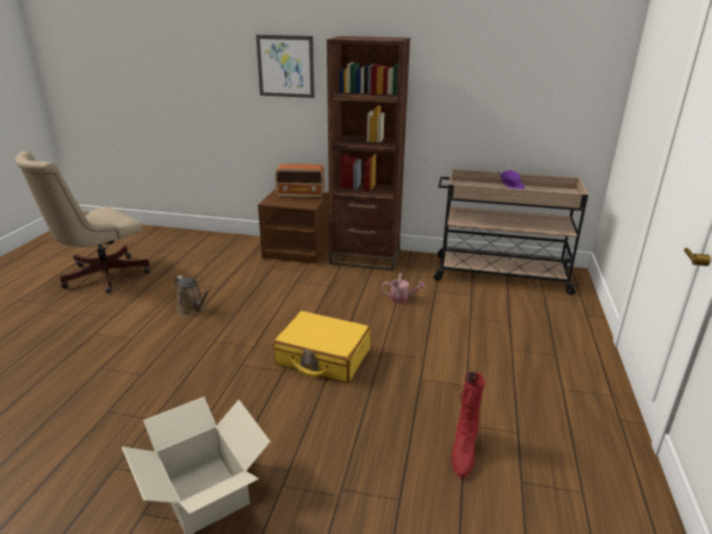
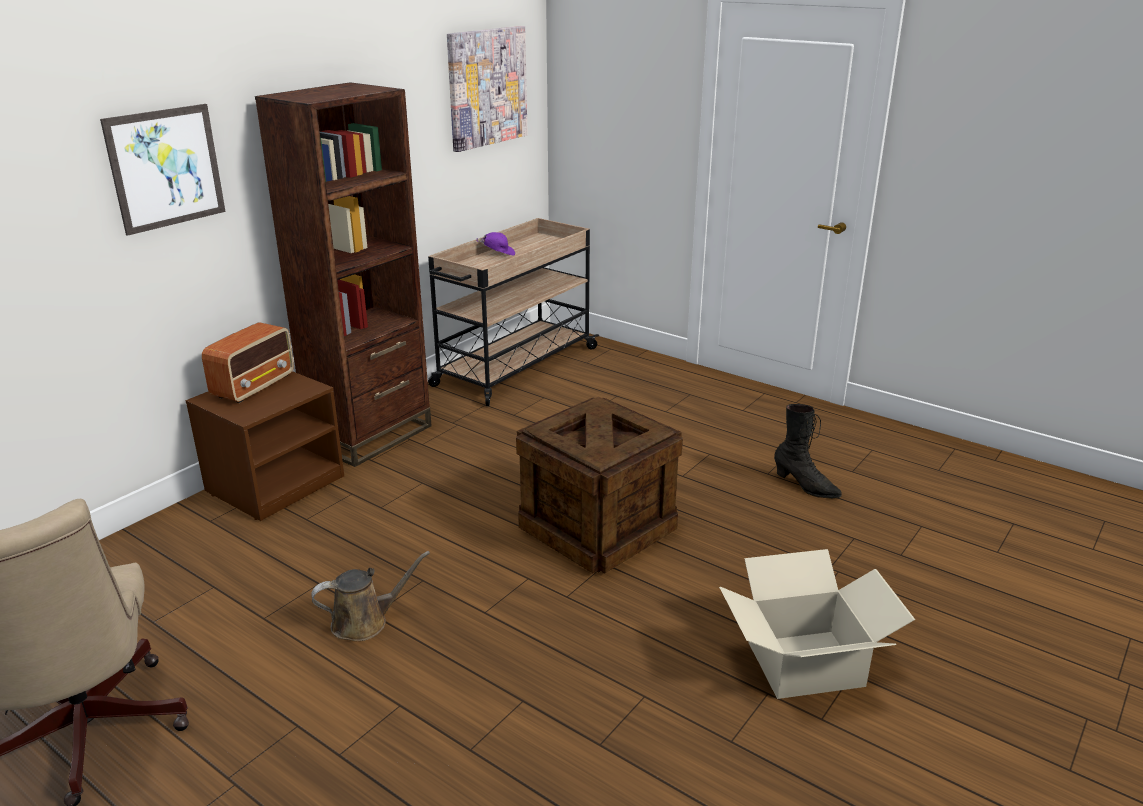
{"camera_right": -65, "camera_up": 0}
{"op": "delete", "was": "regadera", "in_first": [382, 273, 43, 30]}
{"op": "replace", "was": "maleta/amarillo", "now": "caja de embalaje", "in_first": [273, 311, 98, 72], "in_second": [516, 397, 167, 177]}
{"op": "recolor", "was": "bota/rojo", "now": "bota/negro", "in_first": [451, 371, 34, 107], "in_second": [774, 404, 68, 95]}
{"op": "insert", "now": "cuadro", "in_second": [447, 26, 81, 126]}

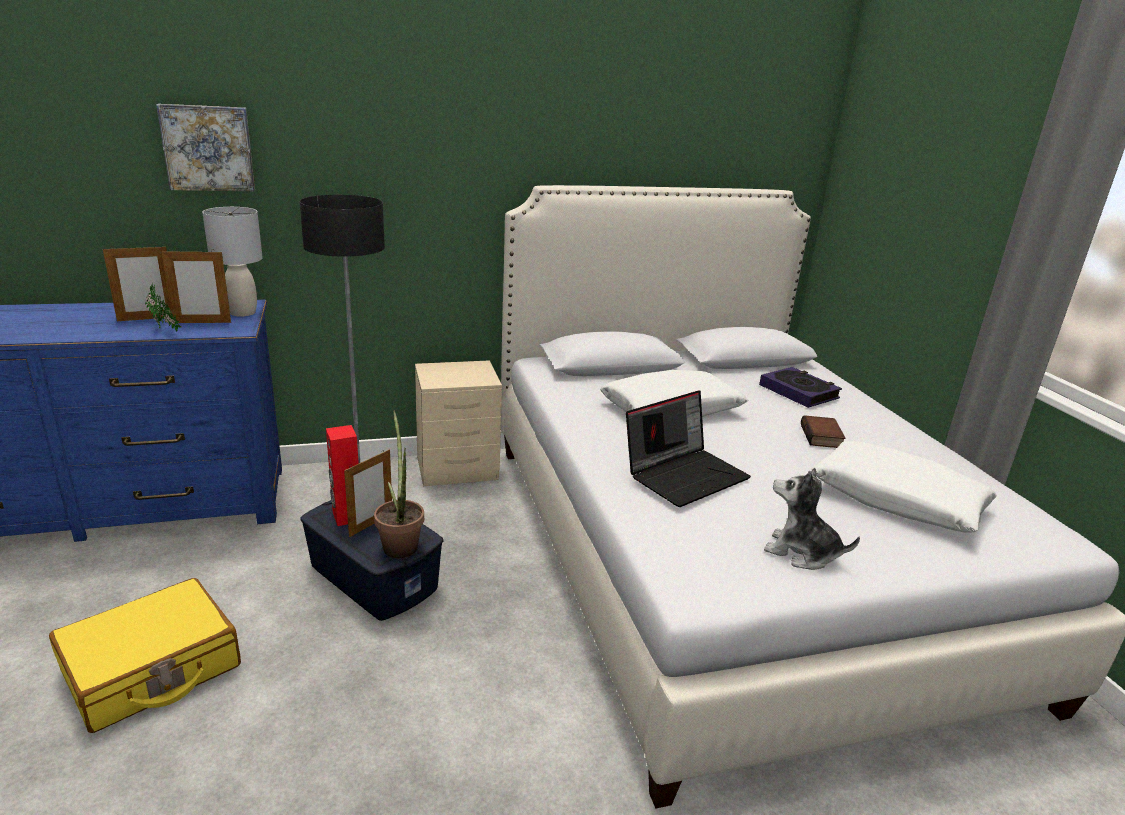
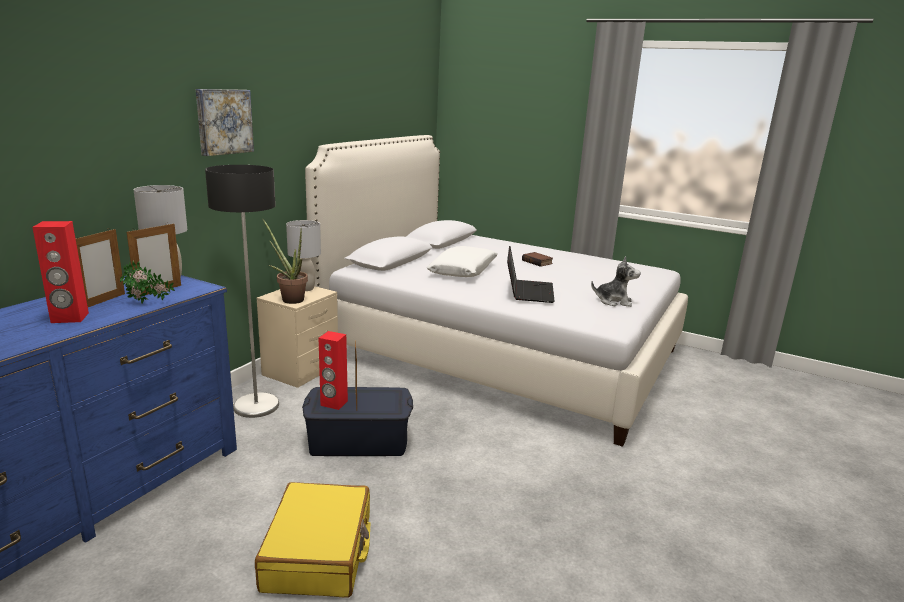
{"camera_right": -45, "camera_up": -5}
{"op": "move", "was": "cuadro", "in_first": [156, 104, 99, 87], "in_second": [196, 89, 58, 67]}
{"op": "delete", "was": "libro", "in_first": [759, 367, 83, 41]}
{"op": "move", "was": "planta en maceta", "in_first": [374, 410, 50, 148], "in_second": [263, 219, 45, 85]}
{"op": "delete", "was": "cojín/blanco", "in_first": [812, 441, 185, 92]}
{"op": "rotate", "was": "peluche", "in_first": [764, 468, 96, 102], "in_second": [591, 256, 50, 51], "clockwise": -150}
{"op": "insert", "now": "lámpara de mesa/gris", "in_second": [286, 220, 35, 71]}
{"op": "insert", "now": "altavoz/rojo", "in_second": [32, 221, 57, 102]}

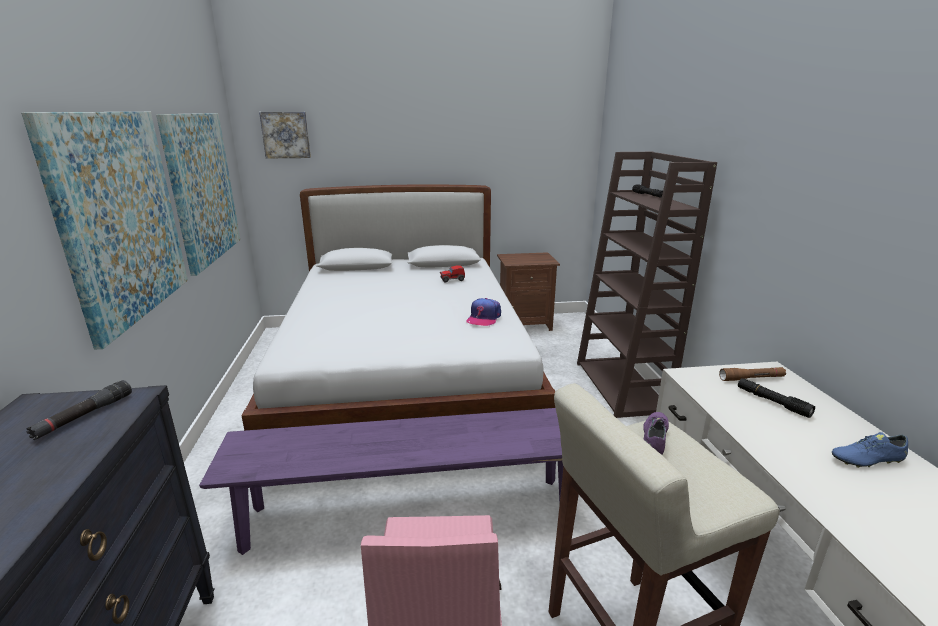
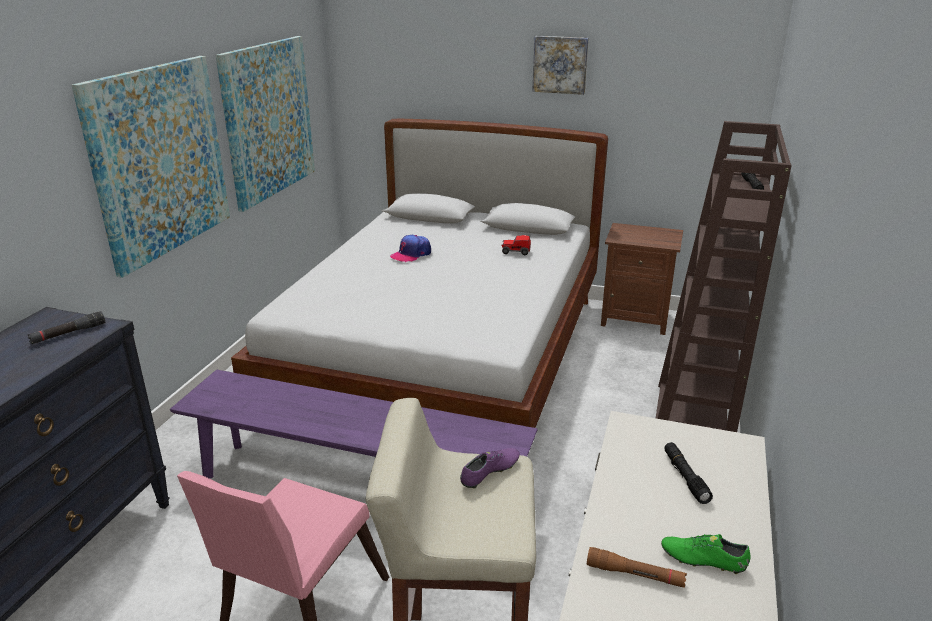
{"camera_right": 25, "camera_up": 5}
{"op": "move", "was": "cuadro", "in_first": [259, 112, 52, 47], "in_second": [532, 36, 57, 59]}
{"op": "move", "was": "gorra", "in_first": [466, 298, 35, 28], "in_second": [390, 235, 41, 28]}
{"op": "move", "was": "linterna/marrón", "in_first": [719, 367, 67, 14], "in_second": [587, 547, 100, 41]}
{"op": "recolor", "was": "zapato/azul", "now": "zapato/verde", "in_first": [832, 432, 76, 36], "in_second": [661, 534, 90, 40]}

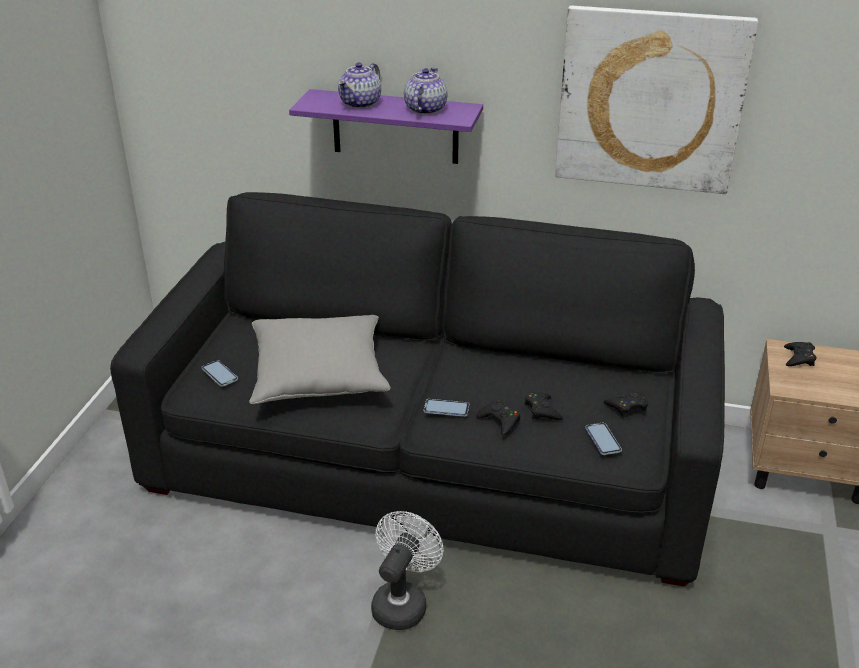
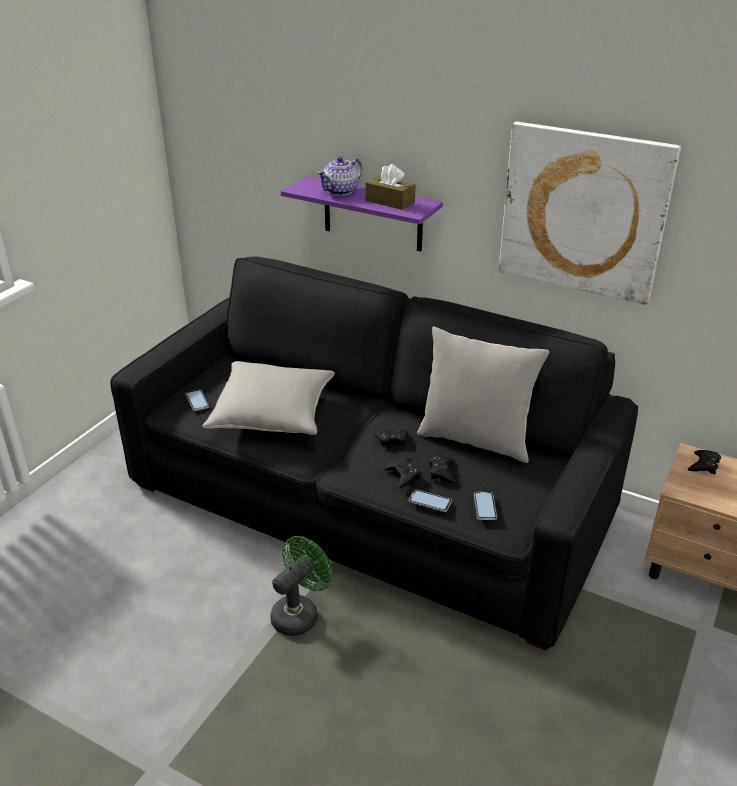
{"camera_right": 15, "camera_up": 0}
{"op": "replace", "was": "tetera", "now": "caja de pañuelos/marrón", "in_first": [404, 67, 43, 48], "in_second": [366, 164, 50, 46]}
{"op": "move", "was": "mando de consola/negro", "in_first": [604, 392, 44, 25], "in_second": [374, 429, 34, 18]}
{"op": "move", "was": "móvil", "in_first": [424, 399, 45, 18], "in_second": [409, 489, 43, 23]}
{"op": "recolor", "was": "ventilador/blanco", "now": "ventilador/verde", "in_first": [371, 511, 73, 119], "in_second": [270, 536, 63, 100]}
{"op": "insert", "now": "cojín/gris", "in_second": [417, 326, 132, 137]}

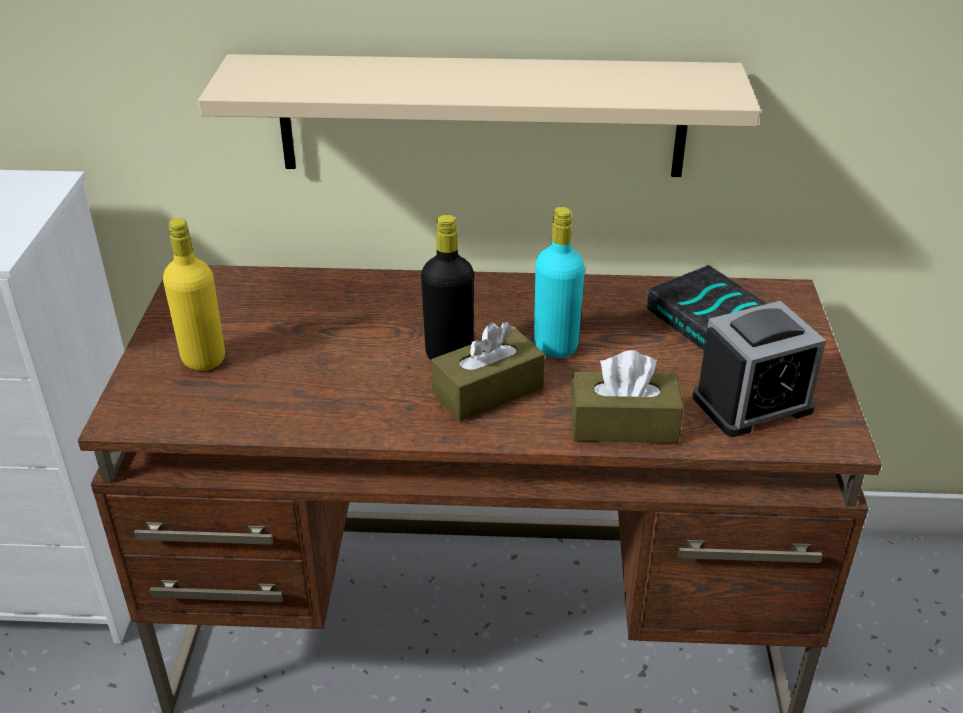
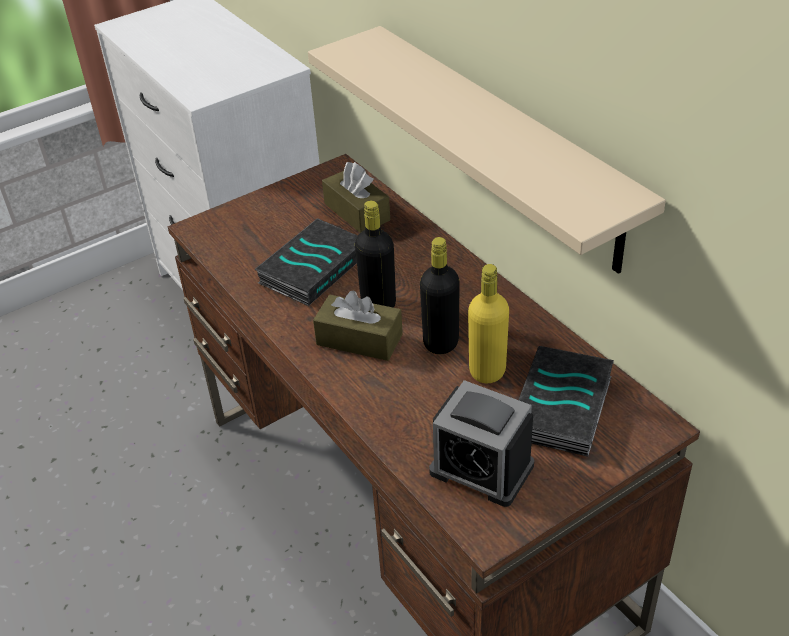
{"camera_right": 55, "camera_up": 5}
{"op": "recolor", "was": "botella/turquesa", "now": "botella/negro", "in_first": [534, 207, 51, 151], "in_second": [420, 237, 40, 117]}
{"op": "move", "was": "botella/amarillo", "in_first": [163, 218, 62, 153], "in_second": [468, 264, 41, 119]}
{"op": "move", "was": "caja de pañuelos/marrón", "in_first": [571, 350, 113, 93], "in_second": [322, 162, 68, 71]}
{"op": "insert", "now": "libro", "in_second": [254, 218, 104, 88]}

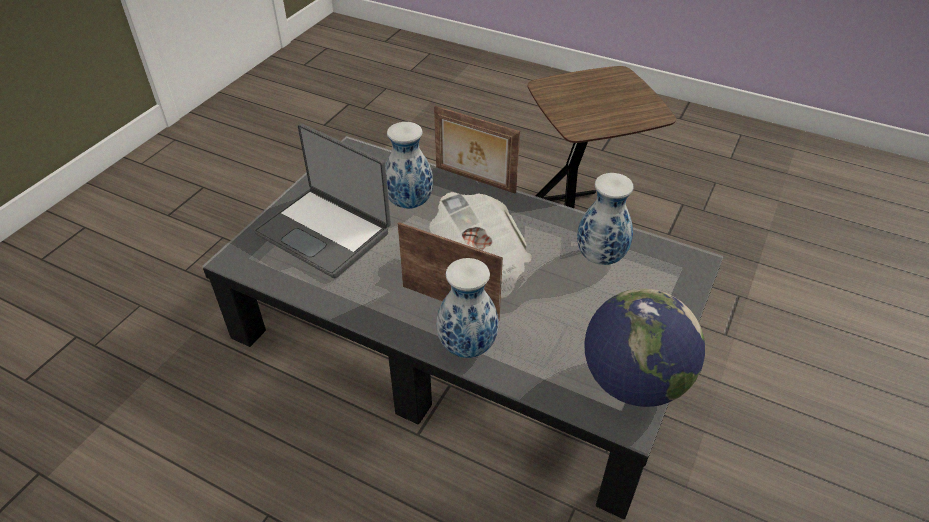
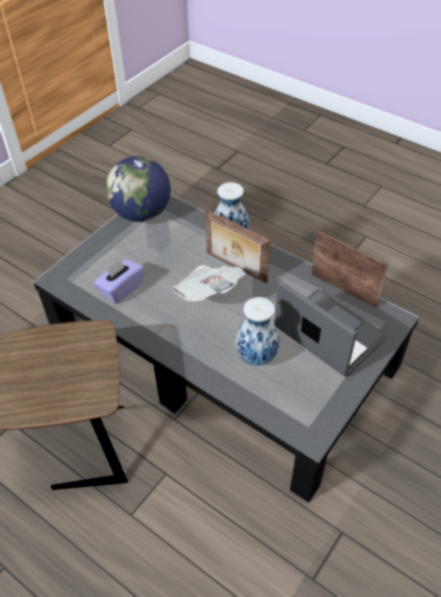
{"camera_right": -170, "camera_up": 5}
{"op": "move", "was": "portarretratos", "in_first": [434, 106, 86, 87], "in_second": [311, 231, 77, 77]}
{"op": "replace", "was": "florero", "now": "caja de pañuelos/morado", "in_first": [577, 173, 57, 92], "in_second": [94, 258, 50, 46]}

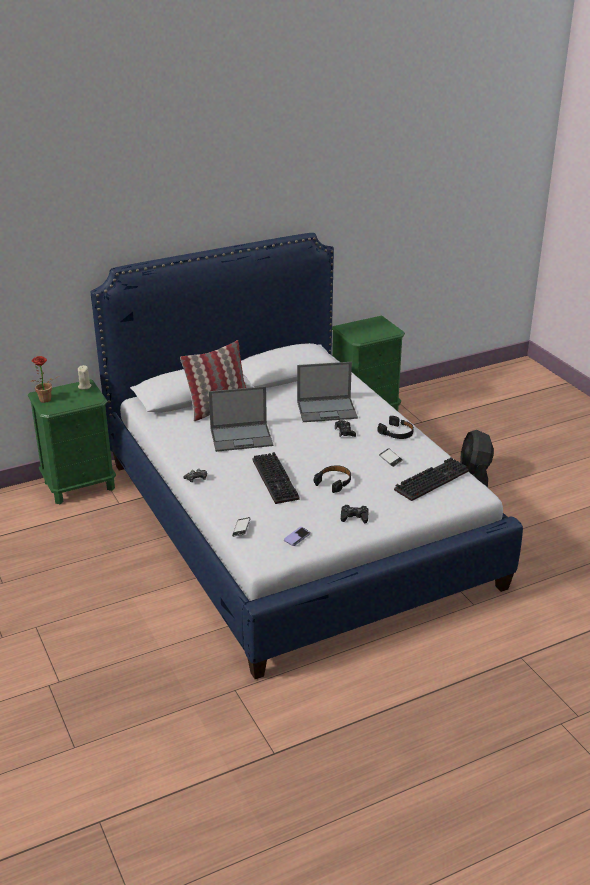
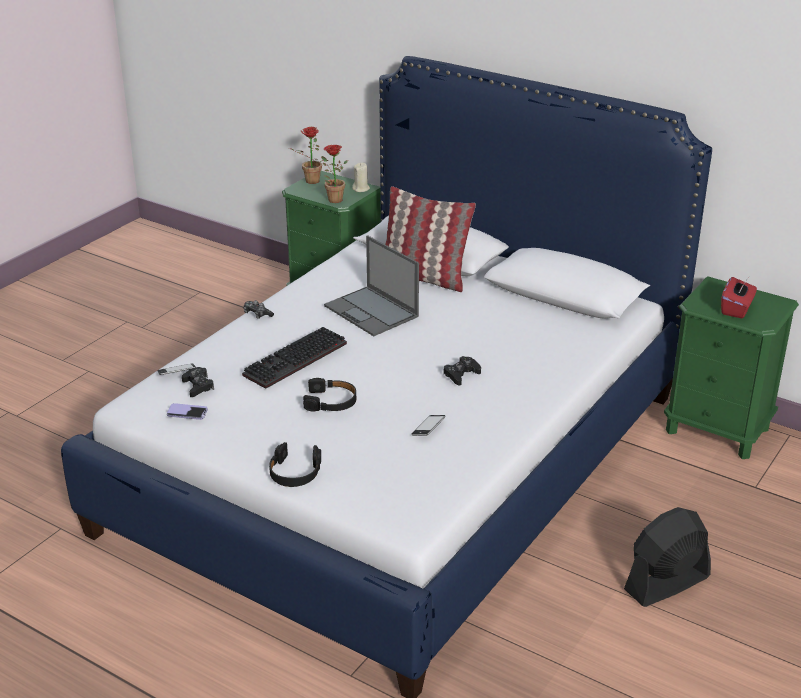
{"camera_right": 60, "camera_up": 0}
{"op": "delete", "was": "portátil", "in_first": [297, 362, 61, 60]}
{"op": "move", "was": "auriculares/negro", "in_first": [377, 416, 37, 23], "in_second": [269, 442, 52, 45]}
{"op": "delete", "was": "teclado", "in_first": [394, 457, 75, 44]}
{"op": "move", "was": "mando de consola/negro", "in_first": [341, 505, 28, 18], "in_second": [182, 367, 32, 30]}
{"op": "insert", "now": "planta en maceta", "in_second": [321, 145, 27, 58]}
{"op": "insert", "now": "caja de pañuelos/rojo", "in_second": [721, 277, 36, 41]}

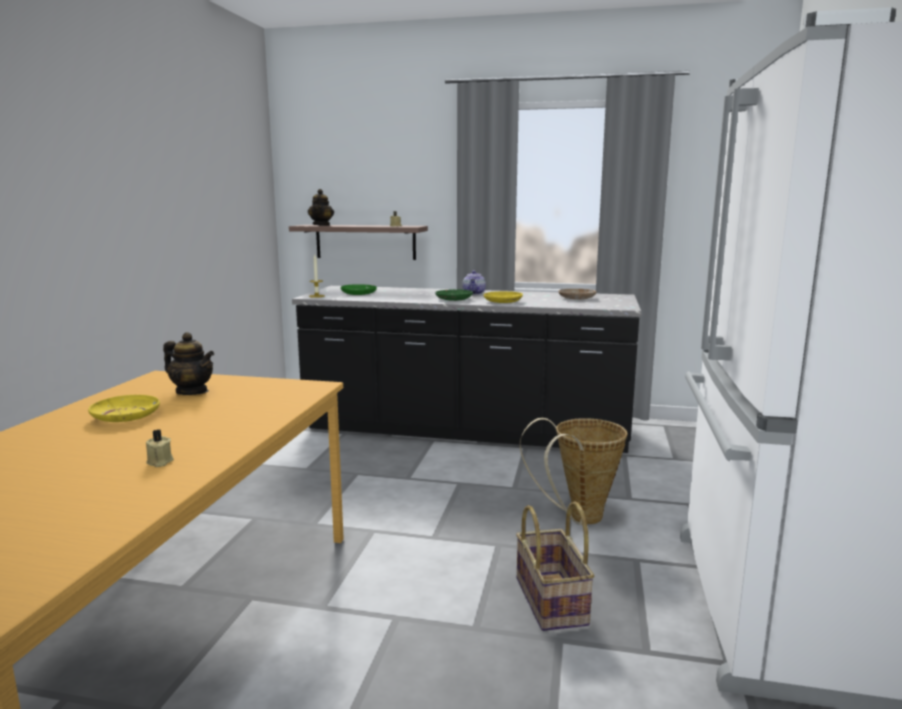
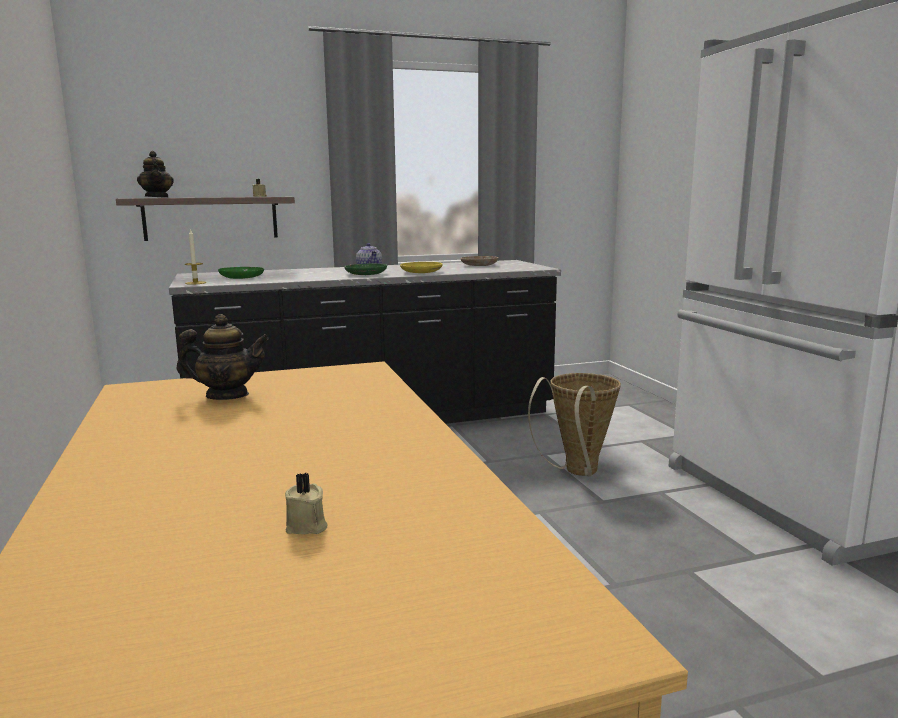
{"camera_right": -30, "camera_up": 0}
{"op": "delete", "was": "plato/amarillo", "in_first": [88, 395, 72, 27]}
{"op": "move", "was": "vela/beis", "in_first": [146, 429, 28, 38], "in_second": [285, 473, 42, 61]}
{"op": "delete", "was": "cesta", "in_first": [516, 501, 78, 130]}

